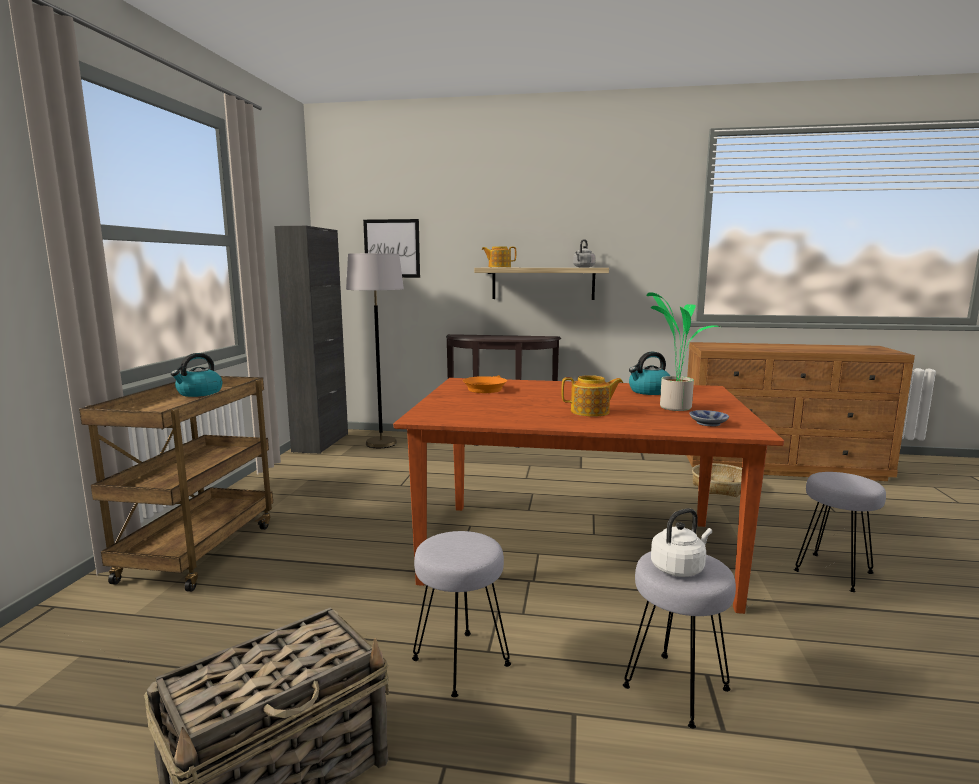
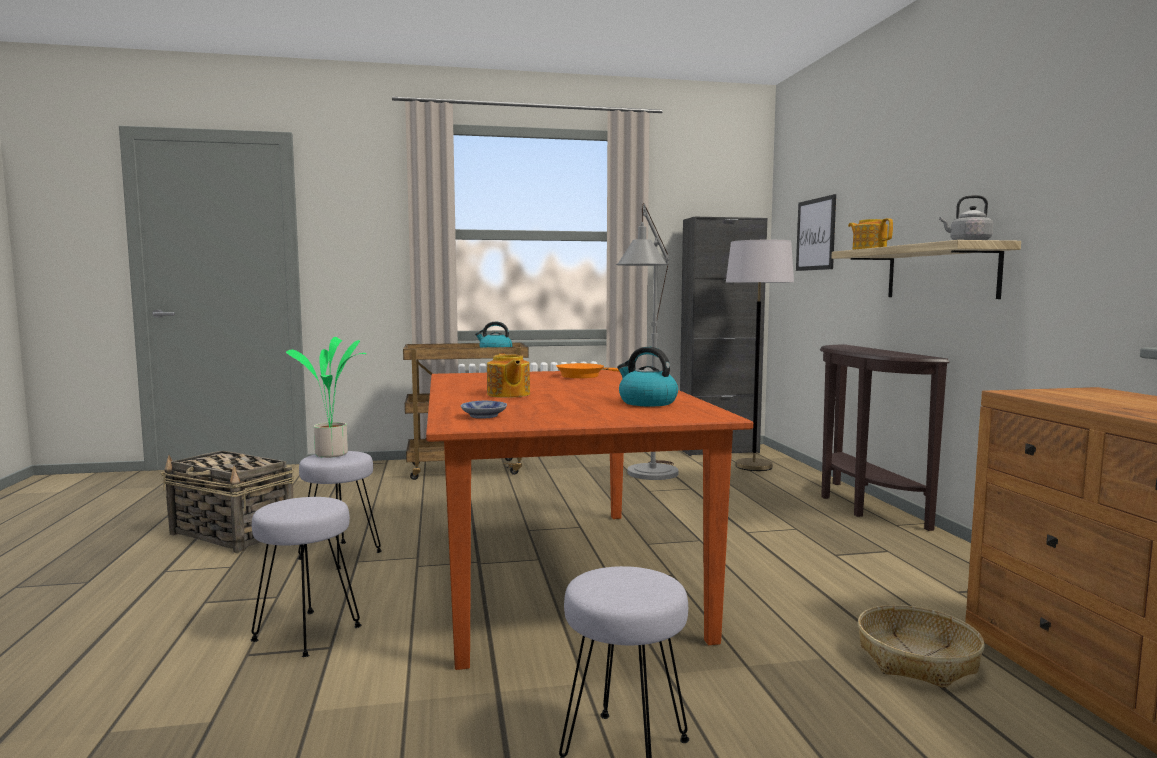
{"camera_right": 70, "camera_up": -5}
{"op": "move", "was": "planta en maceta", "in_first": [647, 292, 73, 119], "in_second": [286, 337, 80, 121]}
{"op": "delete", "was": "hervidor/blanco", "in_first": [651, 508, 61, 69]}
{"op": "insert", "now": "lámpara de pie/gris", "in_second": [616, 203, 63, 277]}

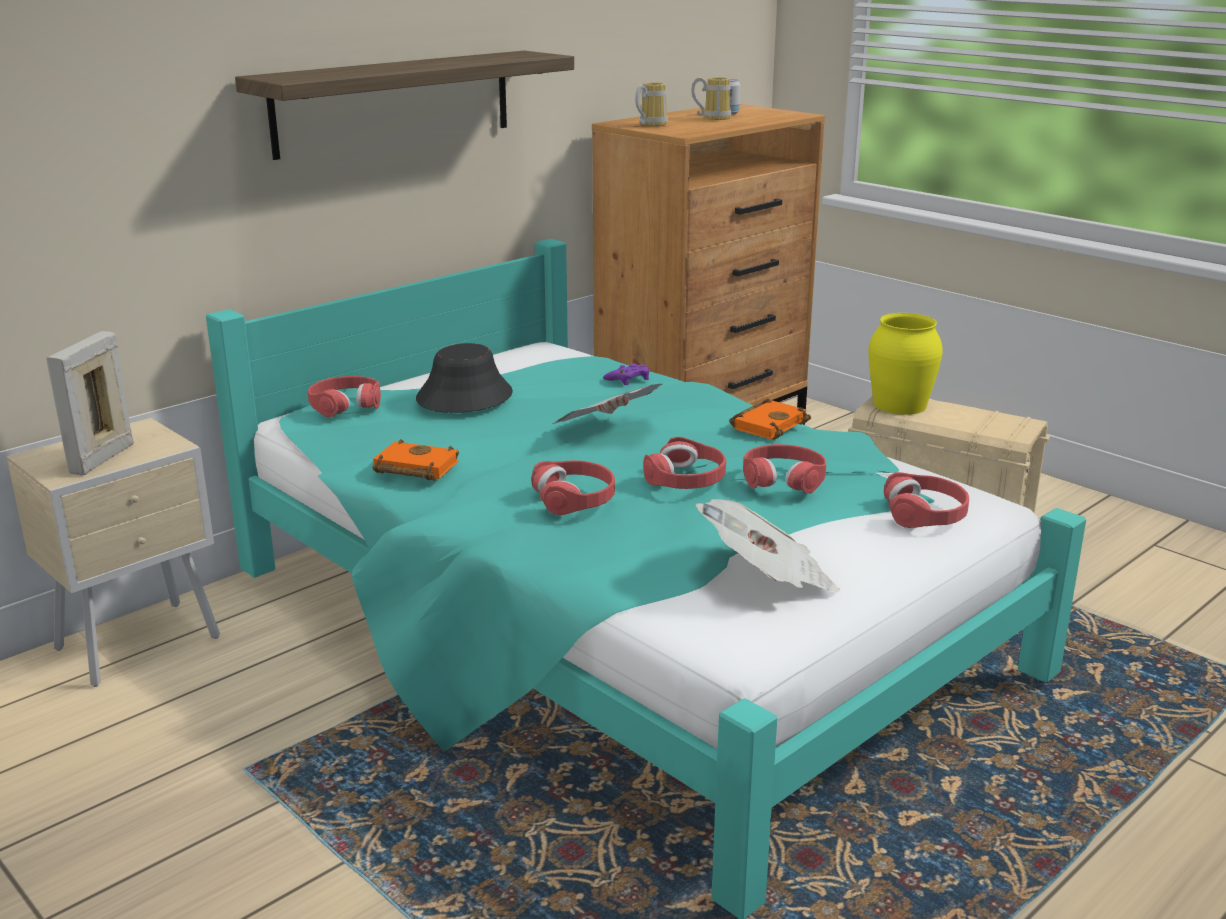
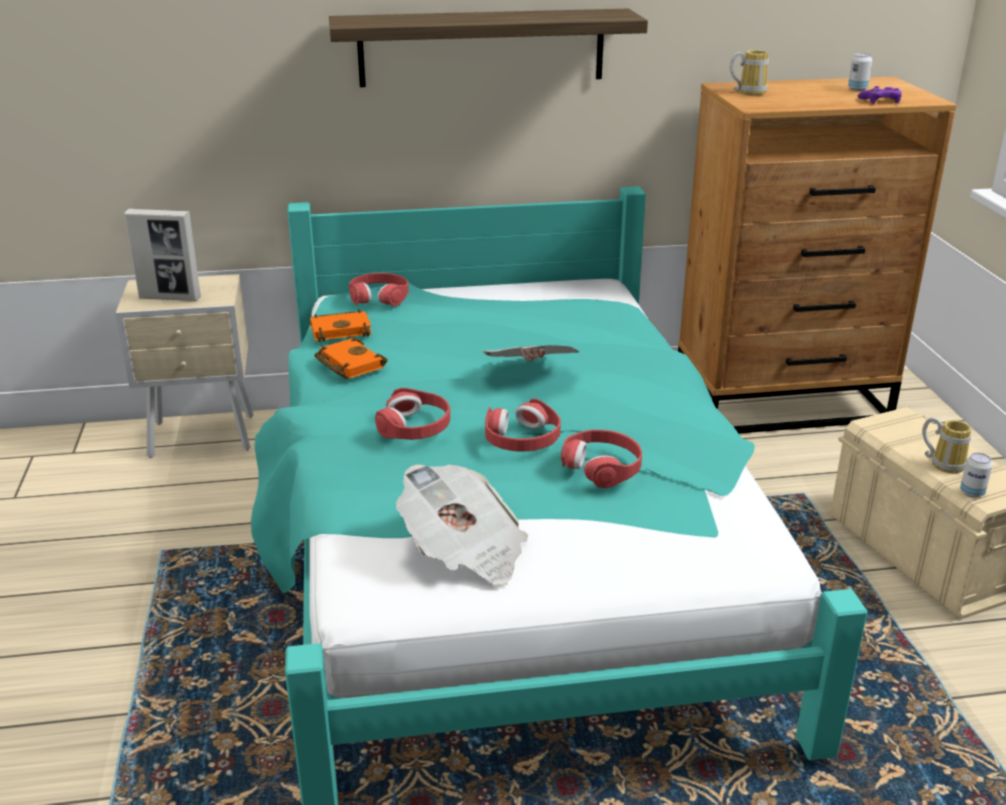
{"camera_right": 35, "camera_up": 5}
{"op": "move", "was": "taza grande", "in_first": [691, 77, 40, 43], "in_second": [922, 417, 49, 56]}
{"op": "delete", "was": "florero/amarillo", "in_first": [868, 313, 75, 102]}
{"op": "rotate", "was": "portarretratos", "in_first": [46, 331, 88, 145], "in_second": [124, 209, 77, 92], "clockwise": -135}
{"op": "delete", "was": "sombrero/negro", "in_first": [416, 343, 97, 70]}
{"op": "move", "was": "mando de consola/morado", "in_first": [603, 364, 46, 21], "in_second": [858, 86, 44, 18]}
{"op": "move", "was": "libro/naranja", "in_first": [729, 399, 82, 41], "in_second": [310, 310, 62, 32]}
{"op": "delete", "was": "auriculares/rojo", "in_first": [884, 472, 85, 56]}
{"op": "insert", "now": "lata", "in_second": [960, 453, 33, 45]}

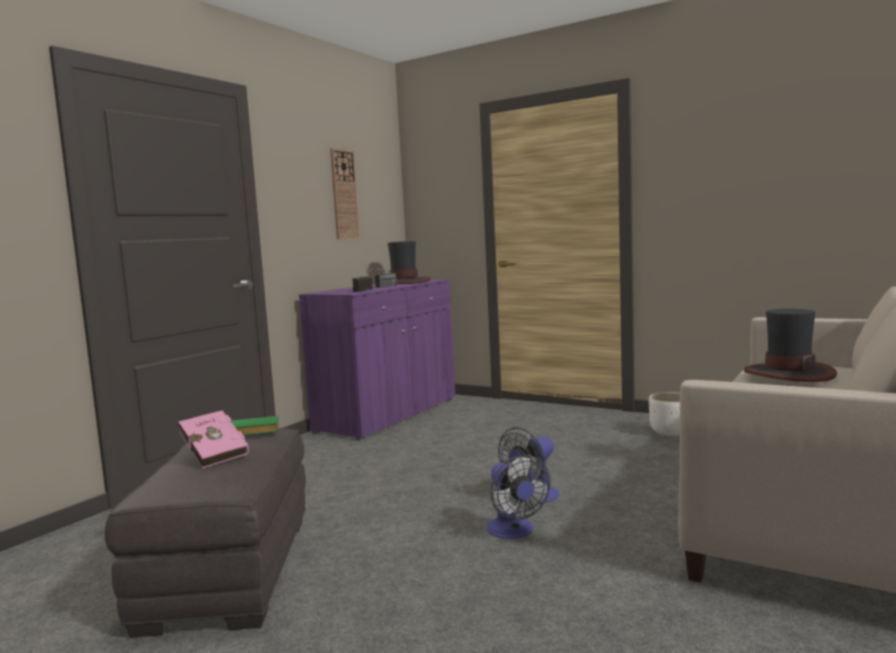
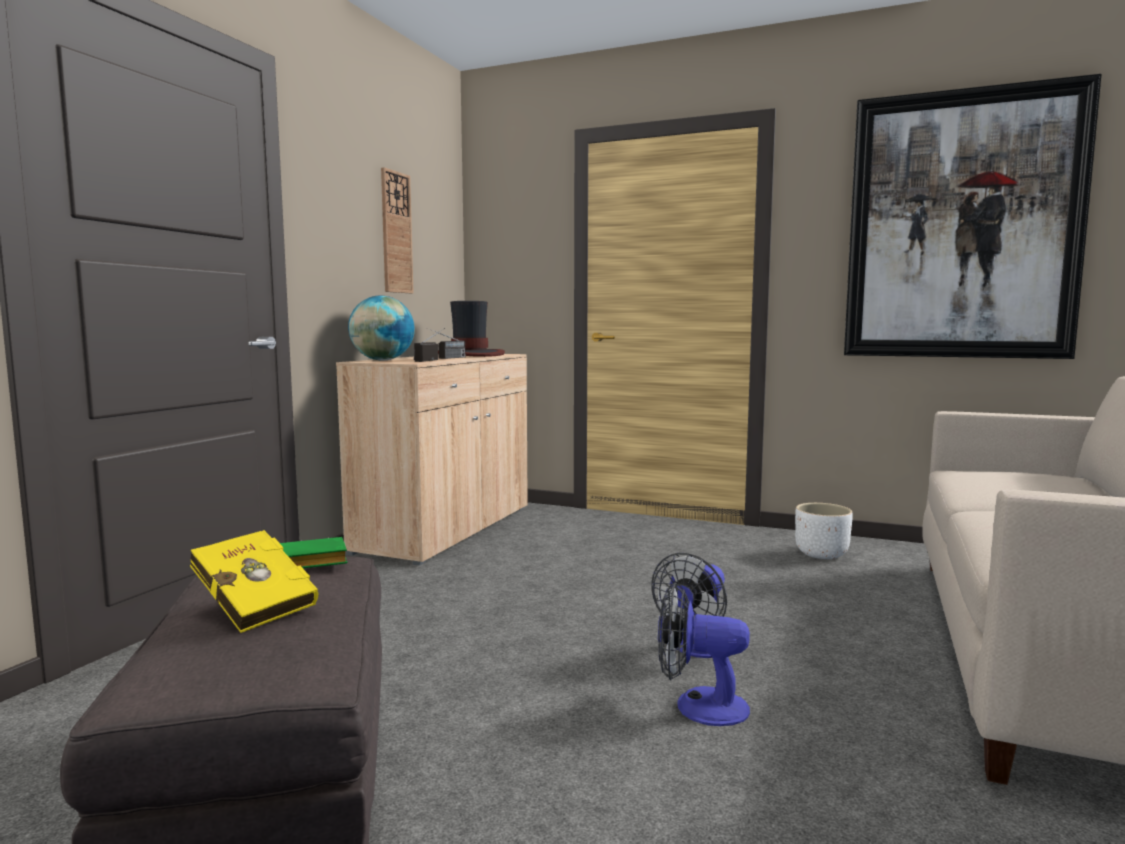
{"camera_right": -10, "camera_up": 0}
{"op": "recolor", "was": "armario/morado", "now": "armario/beis", "in_first": [299, 279, 156, 162], "in_second": [336, 354, 192, 212]}
{"op": "delete", "was": "sombrero", "in_first": [744, 309, 93, 73]}
{"op": "recolor", "was": "libro/rosa", "now": "libro/amarillo", "in_first": [178, 410, 71, 58], "in_second": [190, 530, 129, 103]}
{"op": "rotate", "was": "ventilador", "in_first": [487, 455, 63, 84], "in_second": [658, 582, 92, 144], "clockwise": 135}
{"op": "insert", "now": "cuadro", "in_second": [844, 74, 258, 285]}
{"op": "insert", "now": "globo terráqueo", "in_second": [348, 295, 67, 66]}

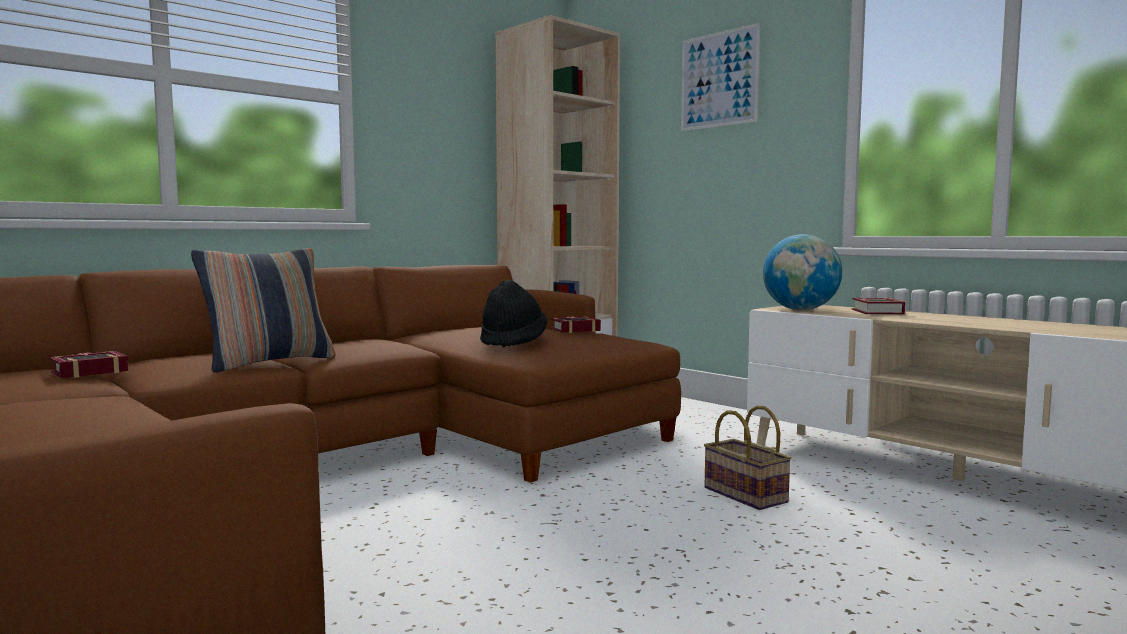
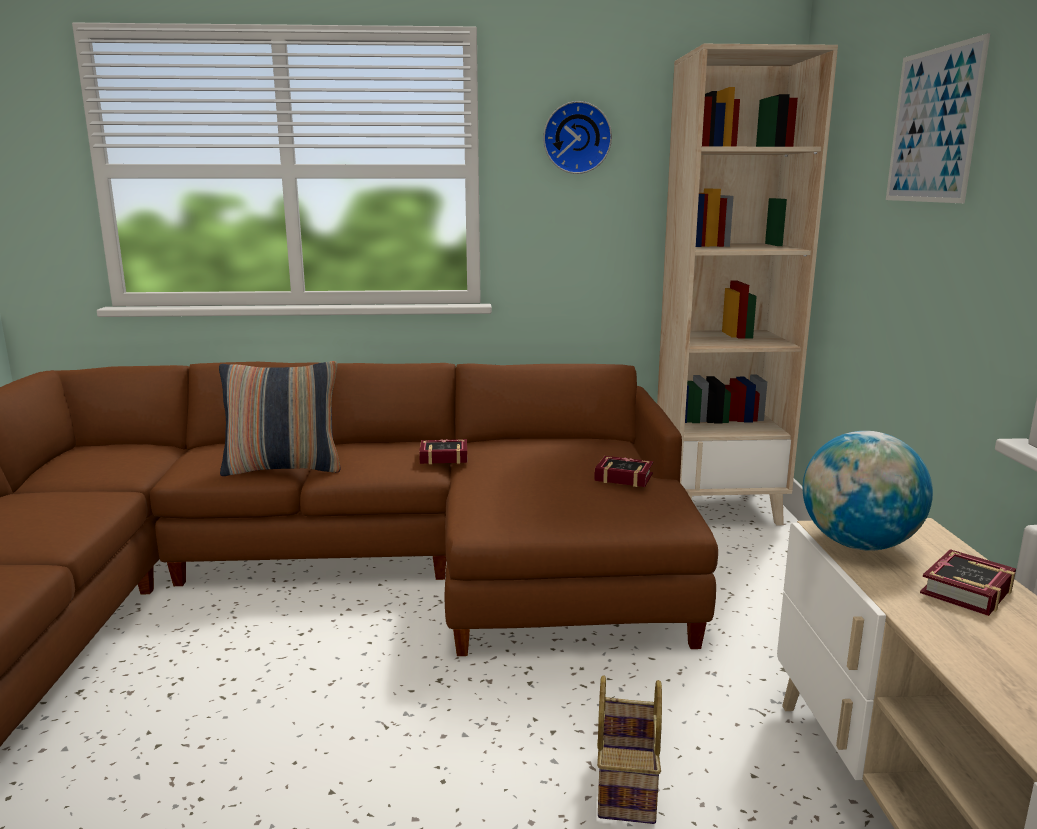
{"camera_right": 40, "camera_up": 10}
{"op": "delete", "was": "sombrero/negro", "in_first": [480, 280, 67, 67]}
{"op": "move", "was": "libro", "in_first": [50, 351, 79, 27], "in_second": [419, 439, 48, 25]}
{"op": "insert", "now": "reloj de pared", "in_second": [543, 101, 69, 73]}

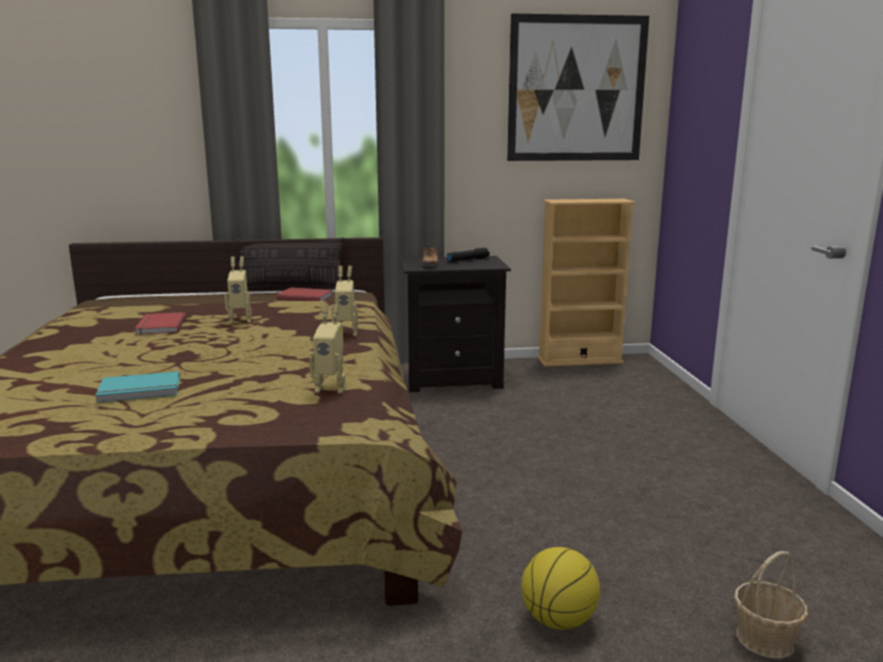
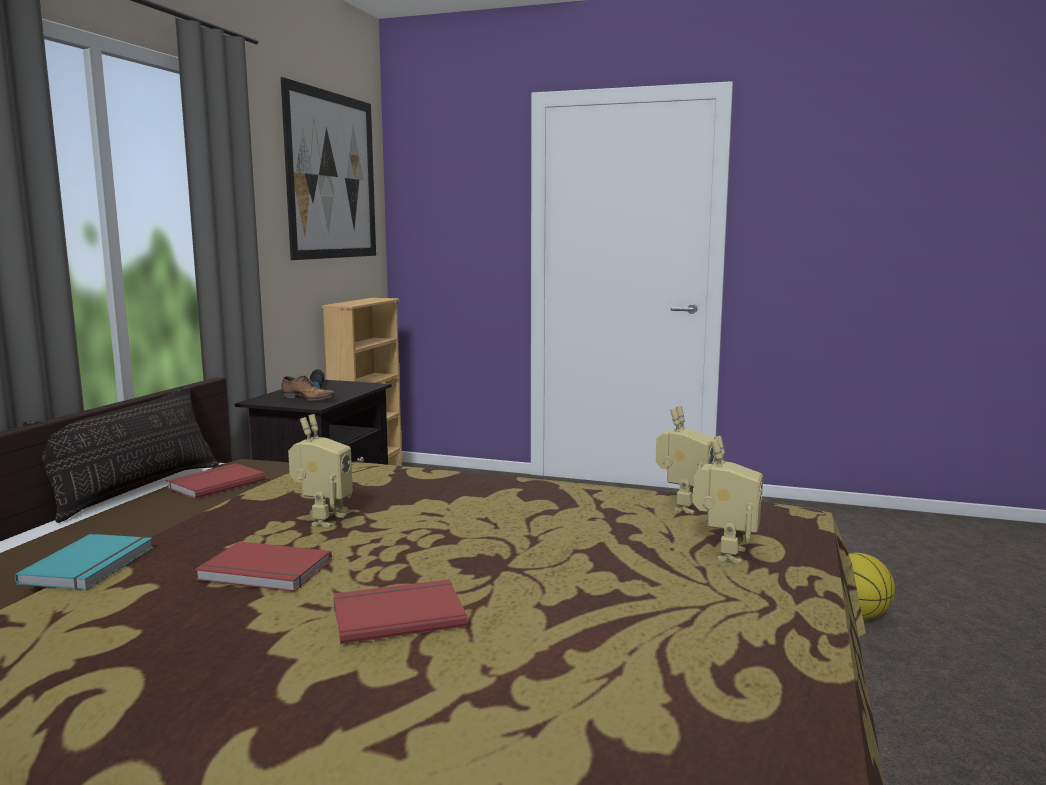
{"camera_right": -65, "camera_up": -5}
{"op": "move", "was": "robot de juguete", "in_first": [331, 266, 27, 70], "in_second": [692, 436, 71, 128]}
{"op": "move", "was": "libro/turquesa", "in_first": [95, 371, 85, 32], "in_second": [15, 534, 138, 56]}
{"op": "delete", "was": "cesta", "in_first": [734, 551, 74, 108]}
{"op": "insert", "now": "libro/rojo", "in_second": [334, 579, 133, 65]}

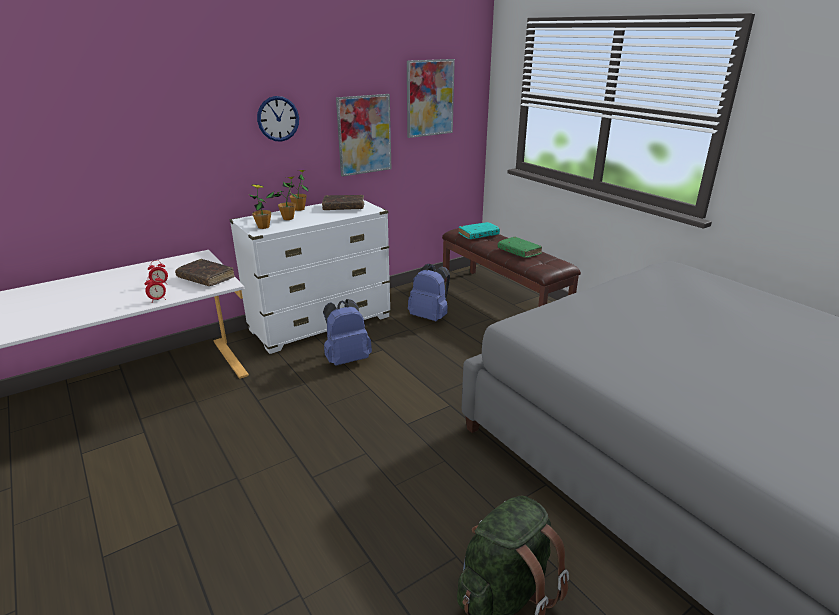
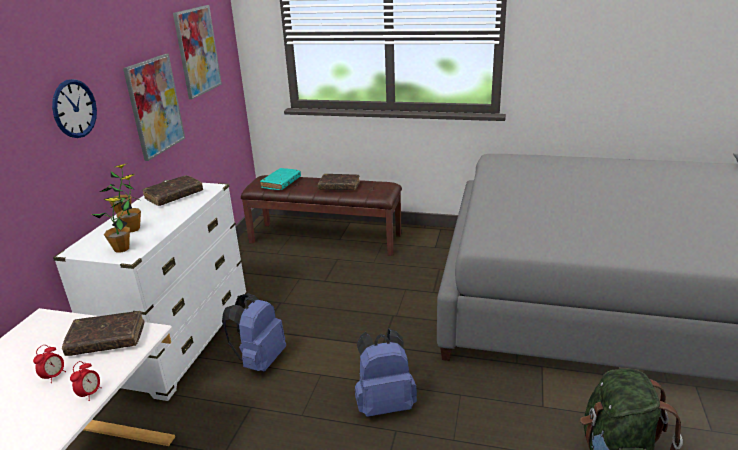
{"camera_right": -40, "camera_up": 0}
{"op": "recolor", "was": "libro/verde", "now": "libro/marrón", "in_first": [498, 237, 44, 21], "in_second": [318, 174, 42, 16]}
{"op": "move", "was": "mochila/azul", "in_first": [408, 264, 42, 57], "in_second": [355, 328, 62, 89]}

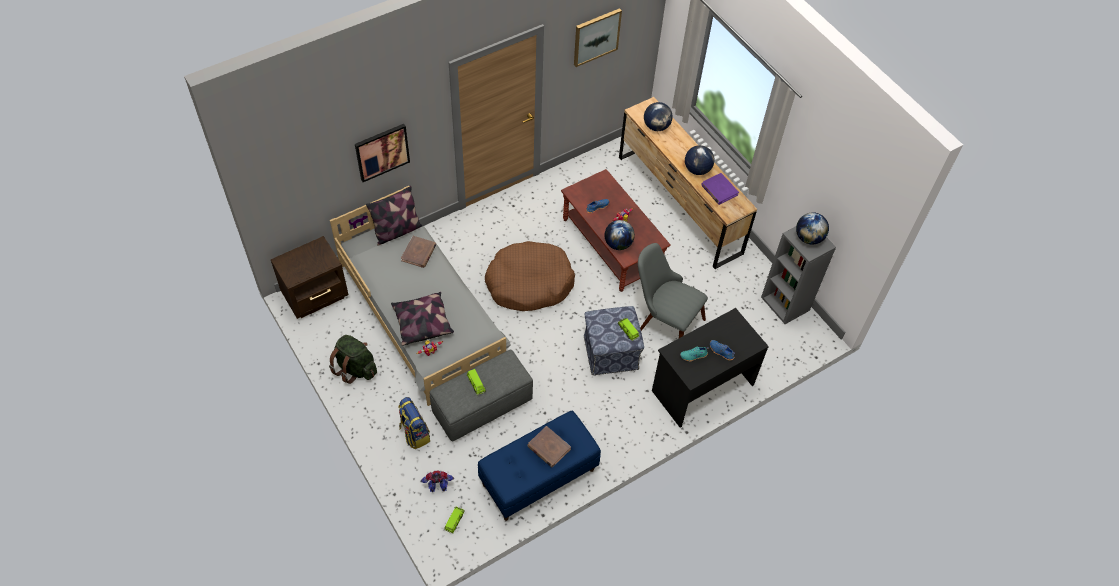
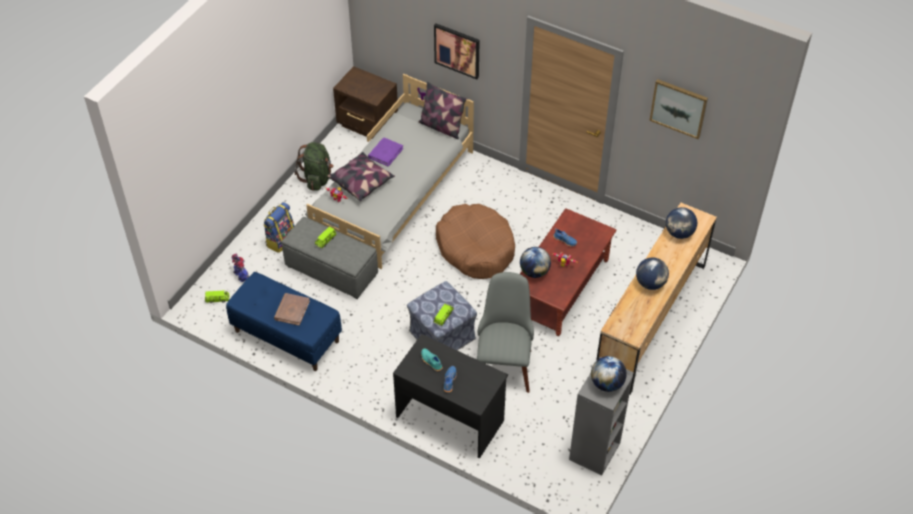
{"camera_right": 65, "camera_up": -5}
{"op": "move", "was": "libro/morado", "in_first": [701, 173, 38, 32], "in_second": [368, 138, 35, 28]}
{"op": "delete", "was": "libro/marrón", "in_first": [401, 236, 35, 32]}

